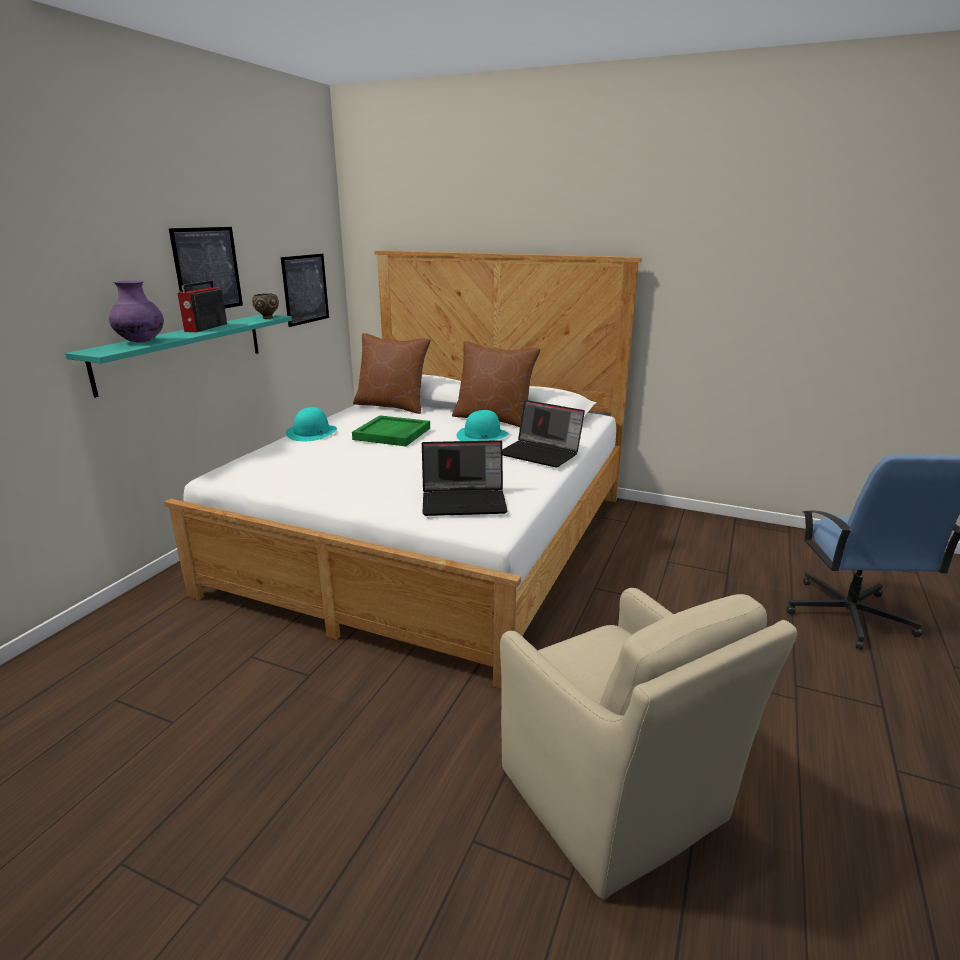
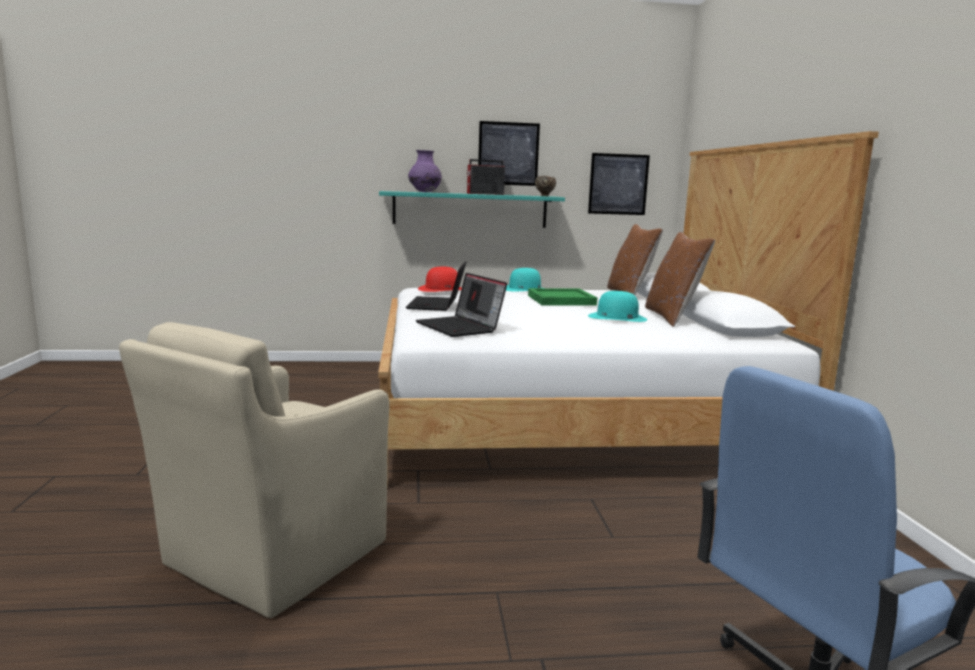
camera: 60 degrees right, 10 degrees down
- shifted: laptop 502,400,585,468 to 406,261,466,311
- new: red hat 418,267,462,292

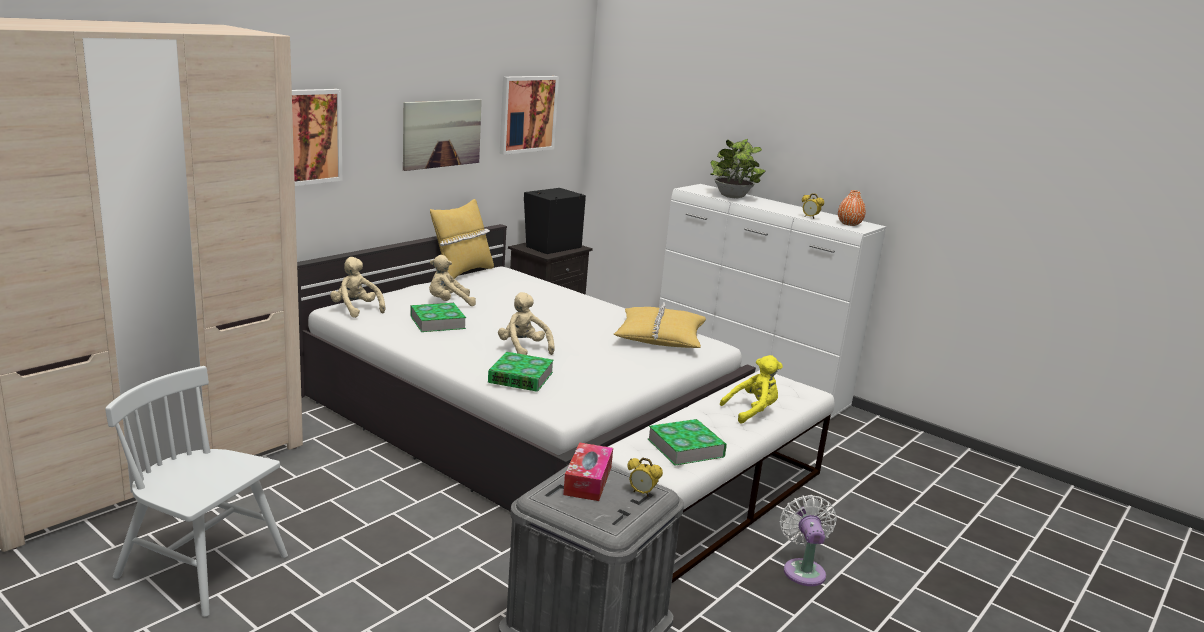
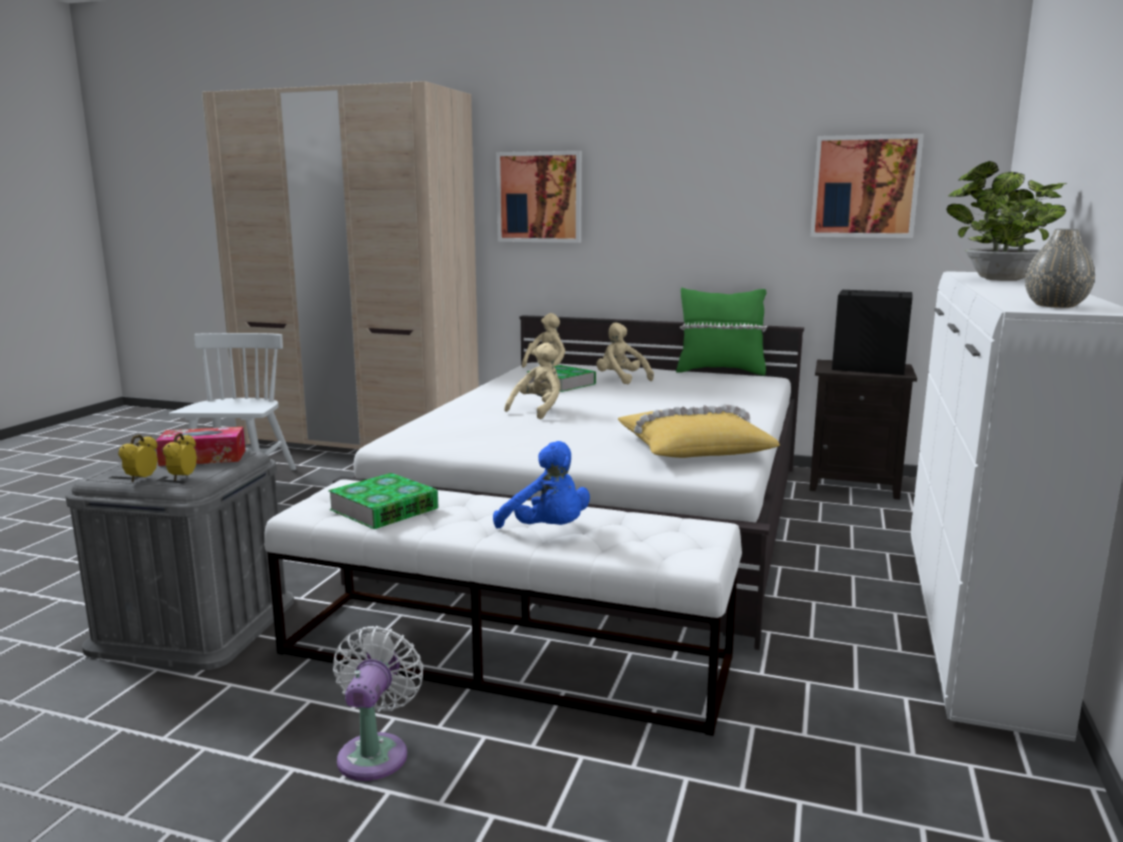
camera: 70 degrees right, 5 degrees down
- shifted: alarm clock 802,193,824,219 to 118,435,158,482
- rotated: white fan 780,495,837,586 = 333,626,423,781 60 degrees counterclockwise
- repainted: yellow plush toy 720,355,783,424 to blue plush toy 493,441,590,528
- repainted: yellow pillow 430,199,494,279 to green pillow 676,288,768,375
- repainted: orange vase 838,190,866,226 to grey vase 1025,229,1095,308
- gone: picture 403,99,482,171
- gone: book 488,352,554,392

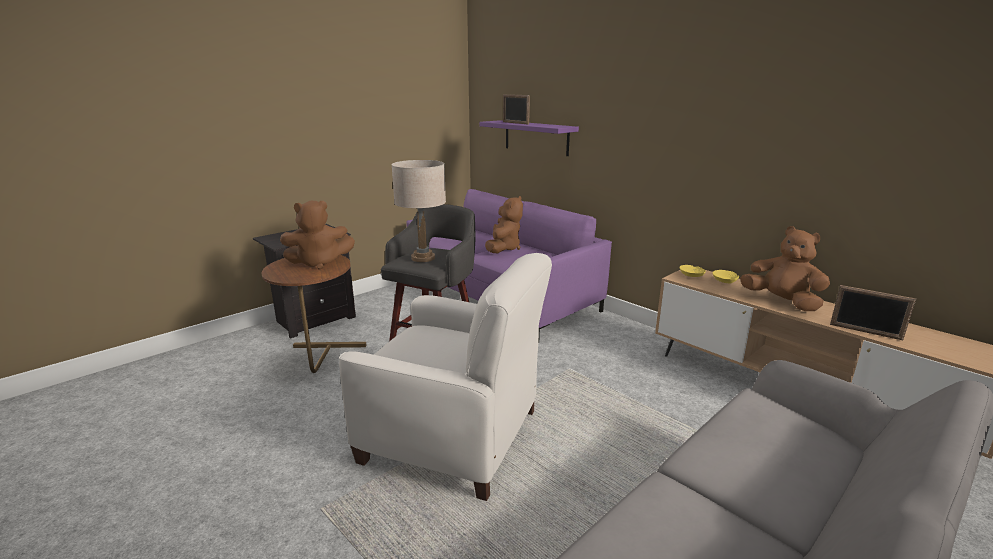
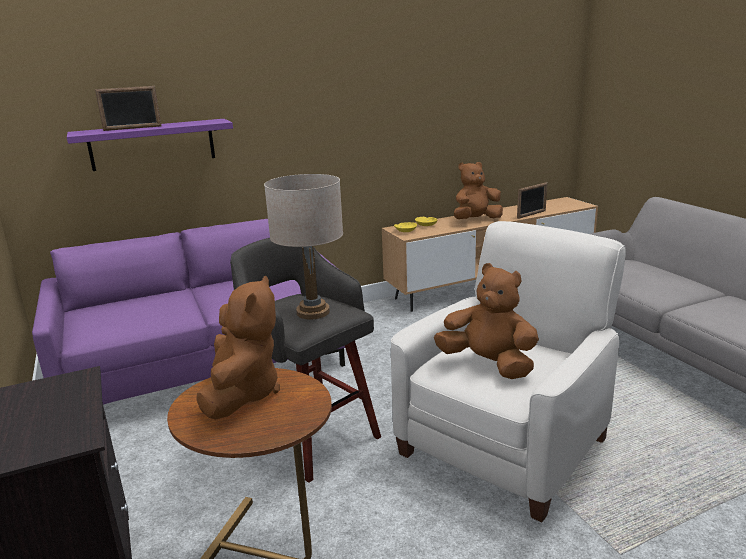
camera: 70 degrees left, 0 degrees up
- shifted: brown plush toy 485,196,523,253 to 434,263,539,379

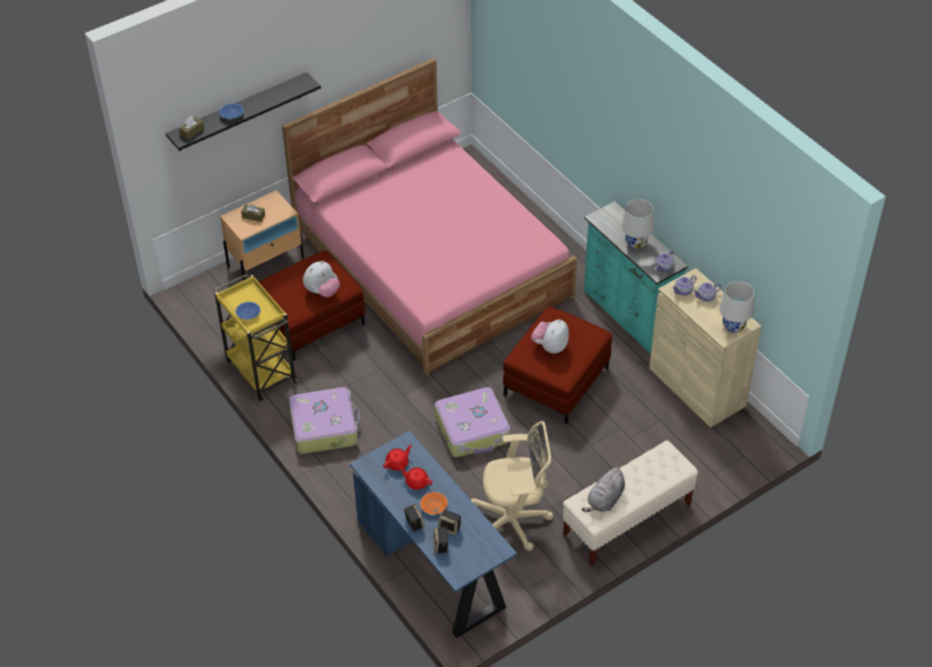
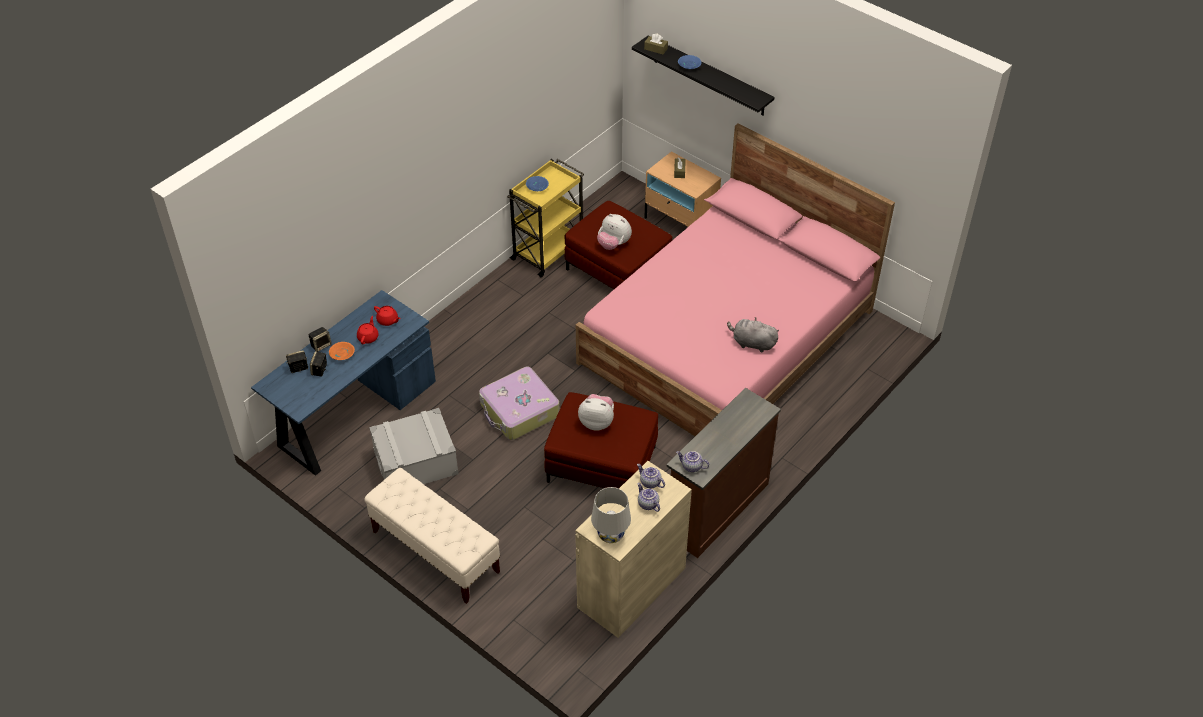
camera: 75 degrees right, 0 degrees up
- swapped: beige office chair 471,421,553,551 to grey storage box 369,408,459,484
- repainted: turquoise dresser 584,201,688,353 to brown dresser 666,388,781,558
- shifted: grey plush toy 582,468,625,512 to 727,317,779,353
- gone: suitcase 289,387,360,454
- gone: white table lamp 621,199,654,249

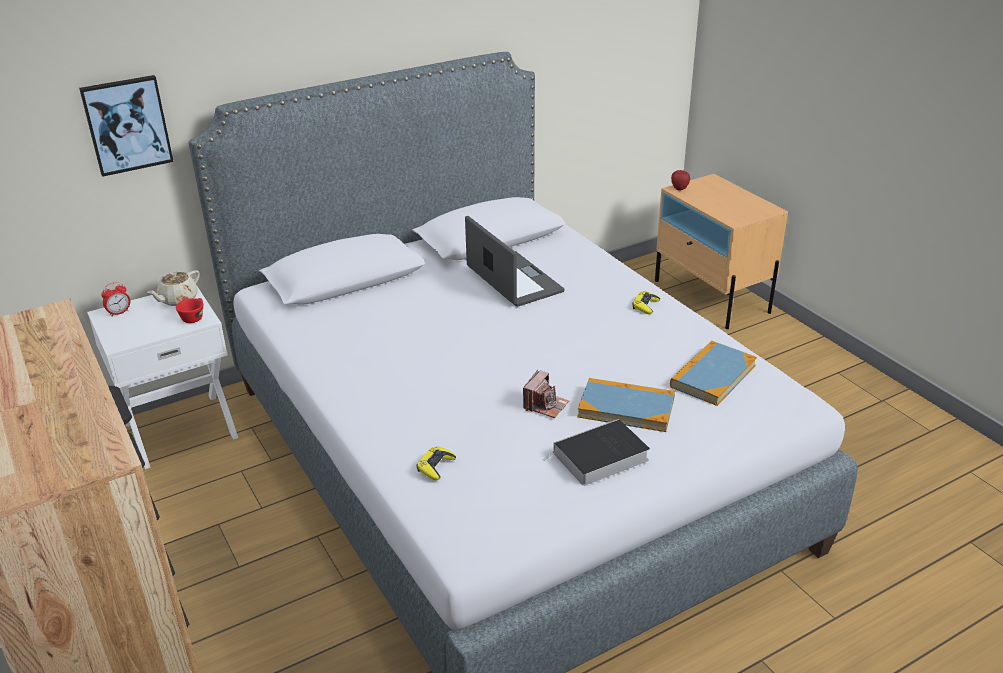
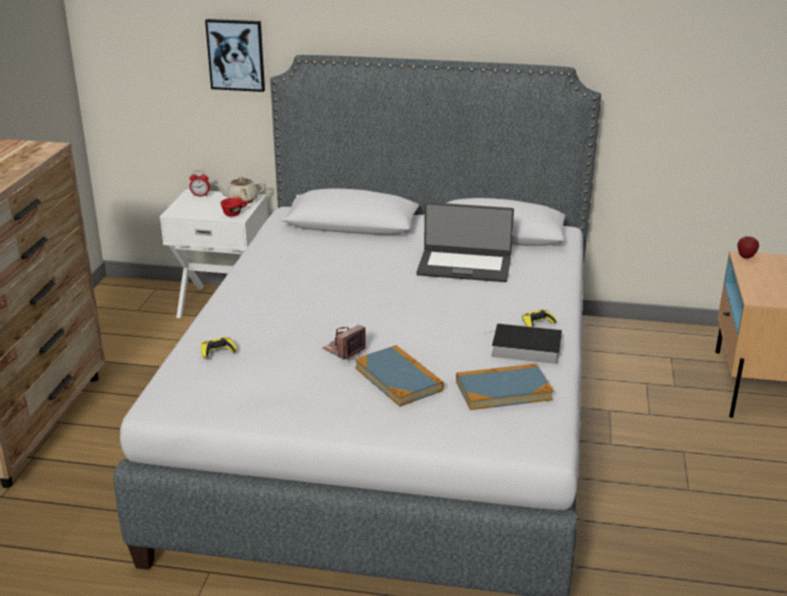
camera: 40 degrees right, 5 degrees down
- rotated: photo camera 523,370,569,418 = 322,324,366,360 150 degrees clockwise
- rotated: laptop 465,216,565,307 = 416,202,514,282 90 degrees clockwise
- shifted: book 543,419,650,486 to 484,323,562,364

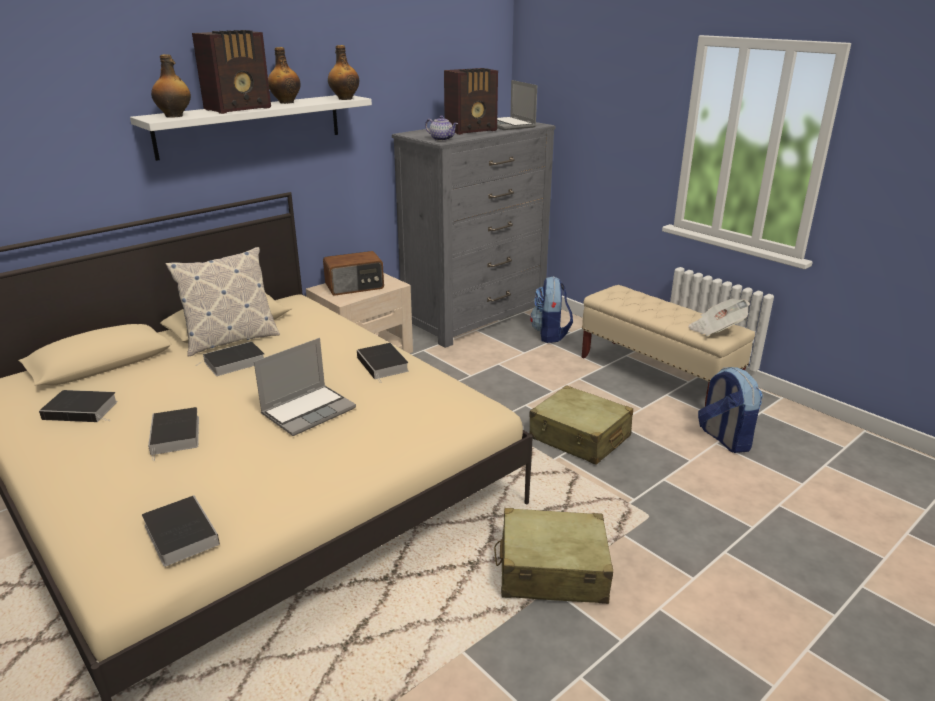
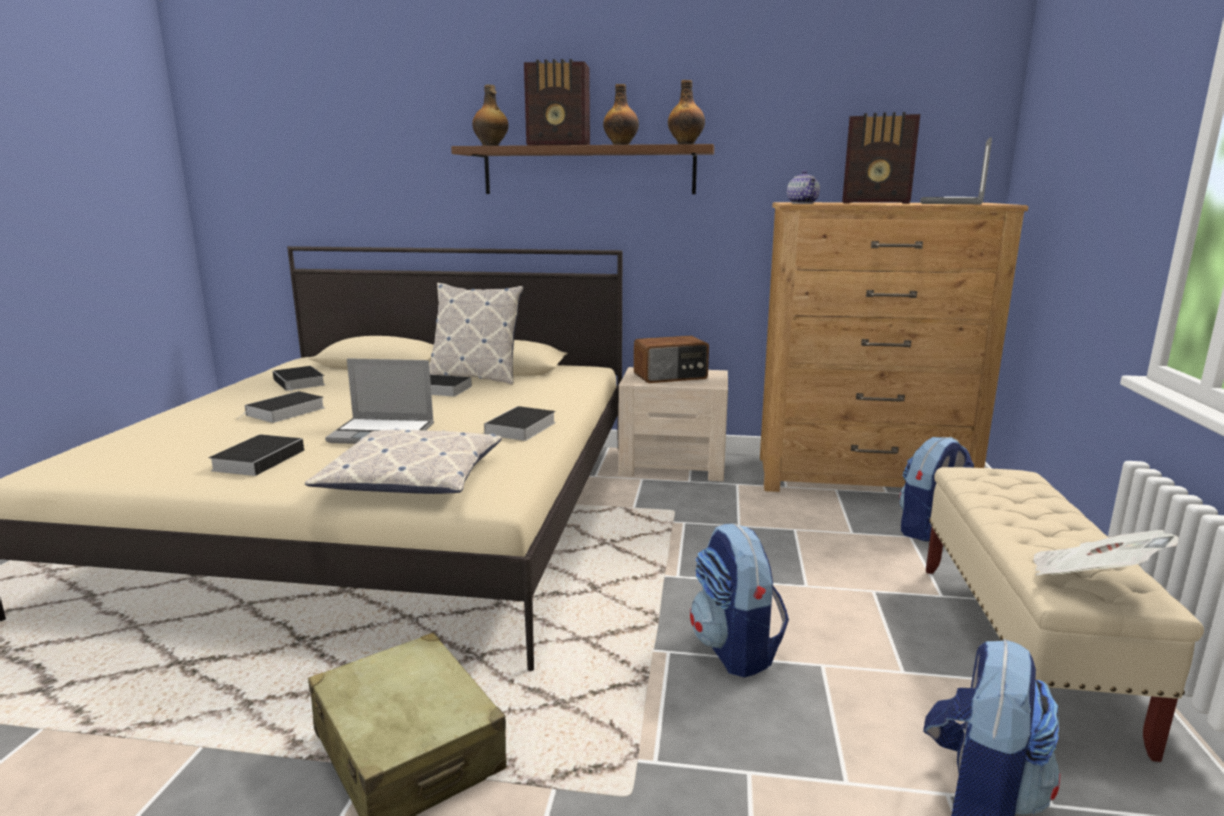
camera: 50 degrees right, 10 degrees down
- shifted: book 142,495,220,567 to 209,435,309,476
- new: pillow 304,429,502,494
- repainted: white shelf 130,95,372,161 to brown shelf 451,144,714,194
- rotated: radio 323,251,384,296 = 634,336,709,383 45 degrees counterclockwise
- swapped: beige suitcase 529,385,633,465 to backpack 690,523,789,678
- repainted: grey dresser 392,122,556,348 to brown dresser 760,202,1028,492

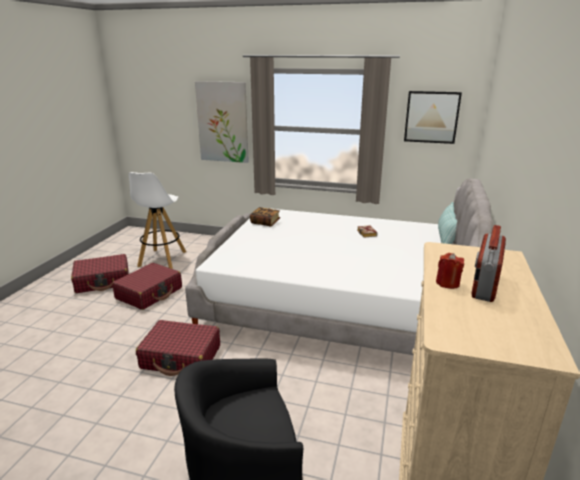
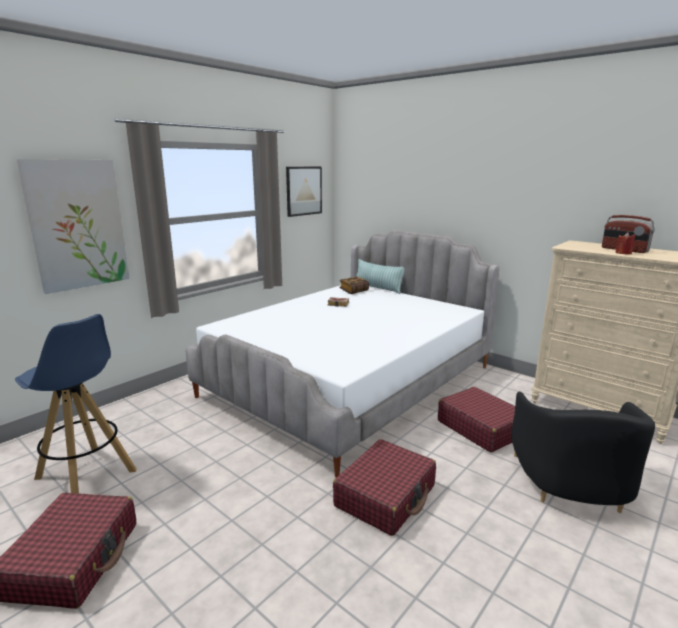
camera: 65 degrees left, 5 degrees down
- repainted: white stool 129,172,186,269 to blue stool 15,314,137,493
- shifted: book 250,207,280,226 to 339,277,369,294
- shifted: red suitcase 112,263,182,310 to 438,387,515,452

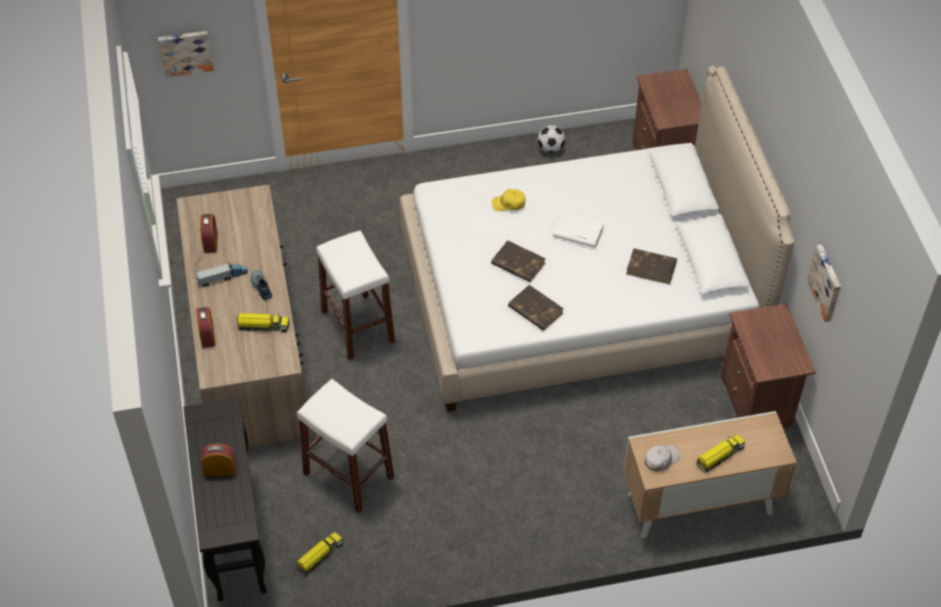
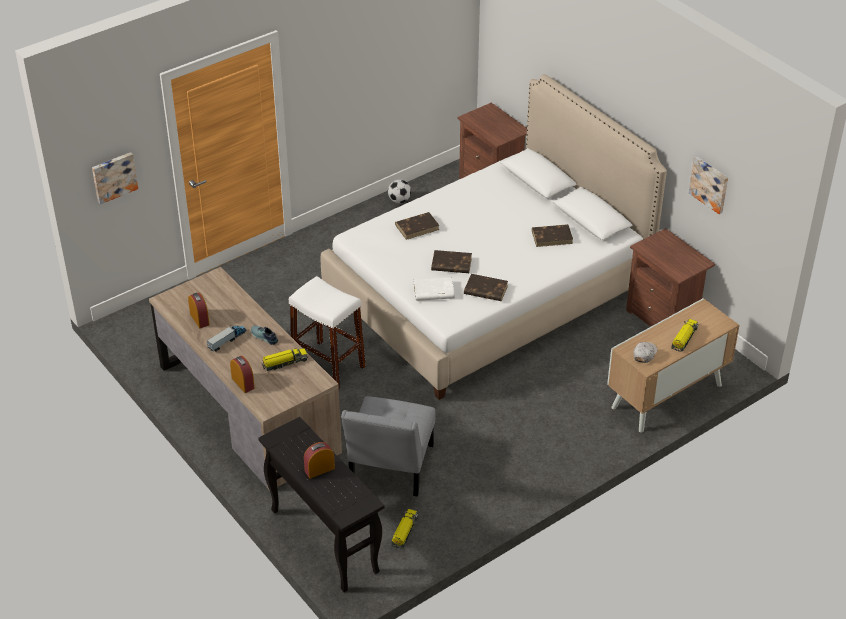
camera: 25 degrees left, 10 degrees down
- swapped: white stool 297,379,395,513 to grey chair 341,396,435,497
- swapped: yellow cap 492,189,526,211 to brown book 395,212,439,240
- shifted: white book 553,211,604,248 to 414,277,455,301

